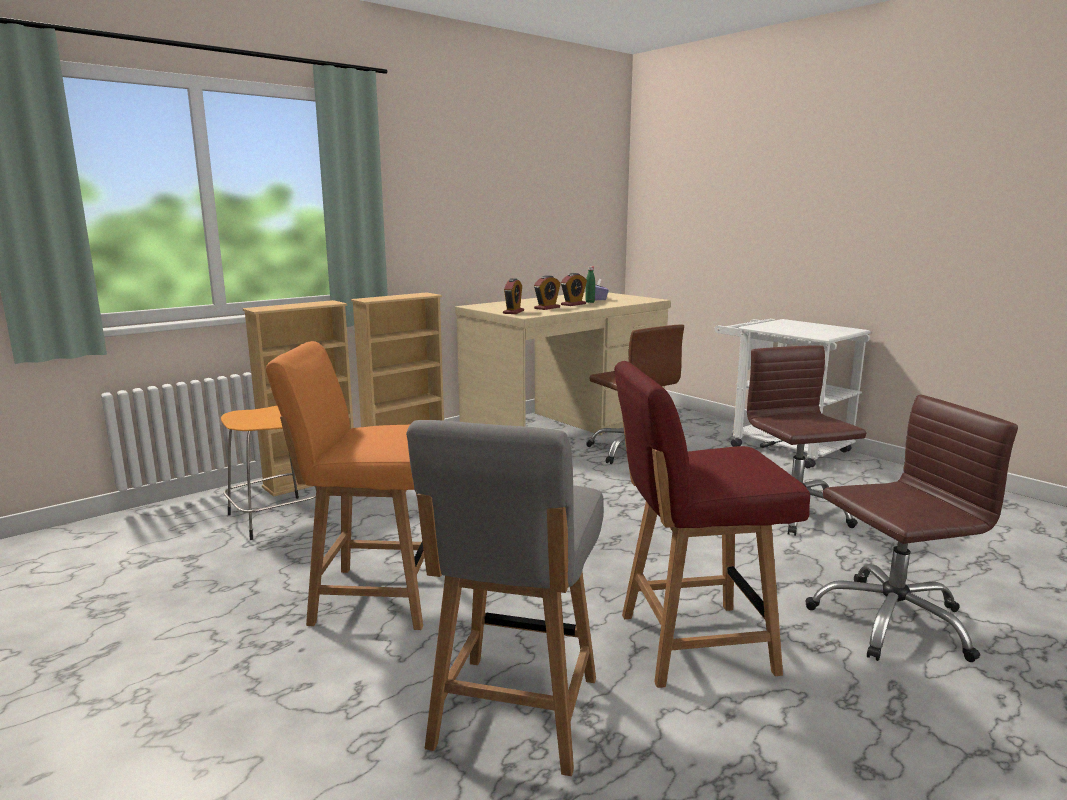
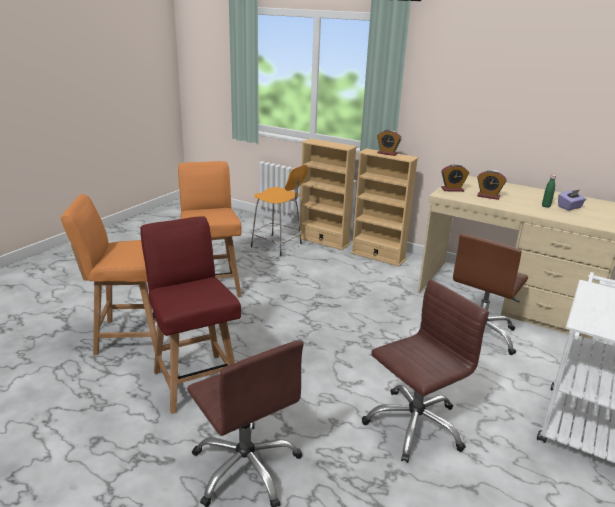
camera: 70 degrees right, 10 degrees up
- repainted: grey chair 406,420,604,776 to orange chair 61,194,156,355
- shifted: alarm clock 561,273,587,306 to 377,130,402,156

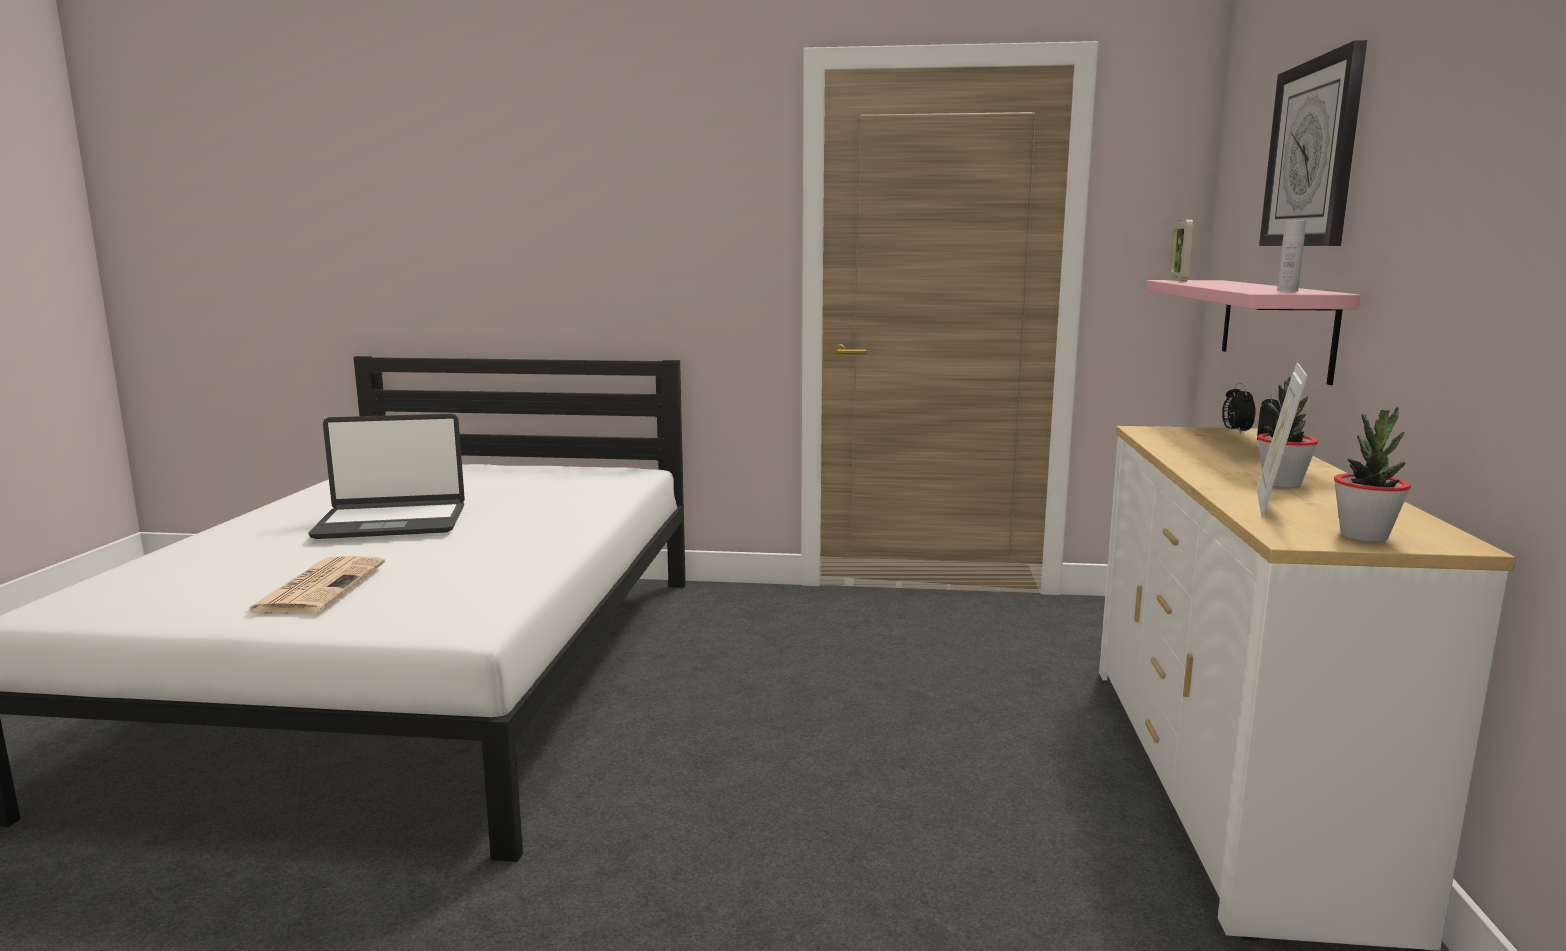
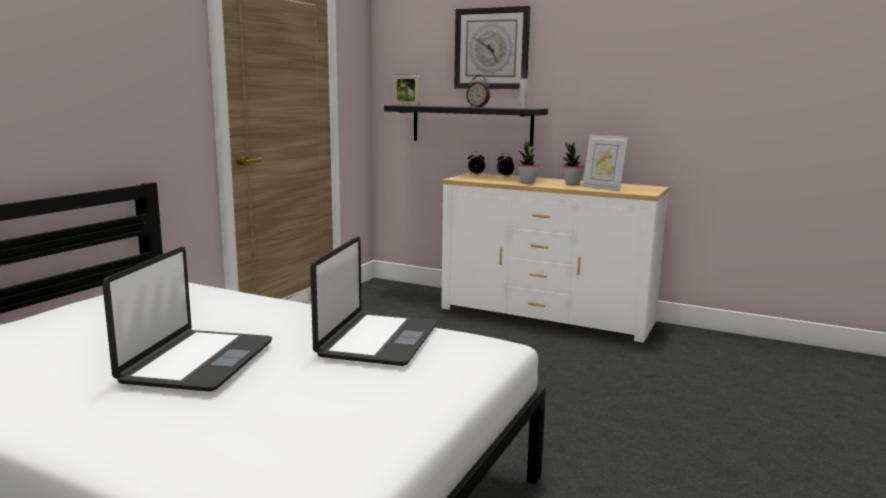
camera: 70 degrees left, 0 degrees up
- new: laptop 310,236,437,366
- repainted: pink shelf 1146,280,1360,385 to black shelf 384,105,548,146
- new: alarm clock 466,75,490,107
- shifted: potted plant 1334,407,1411,542 to 518,141,539,184
- gone: newspaper 244,556,385,614

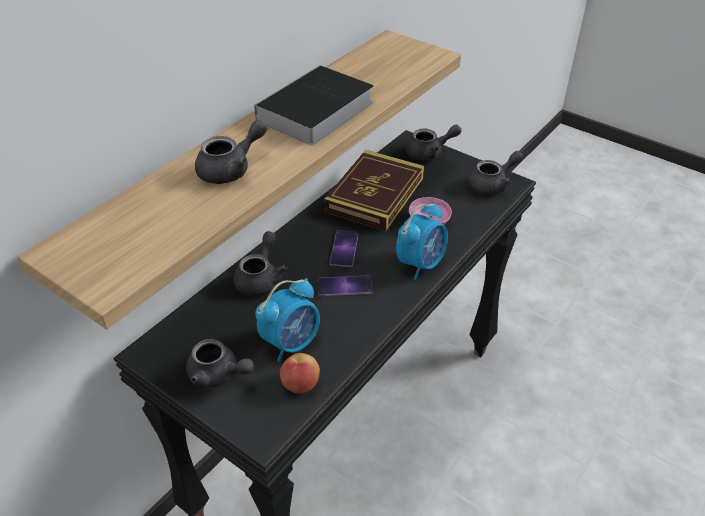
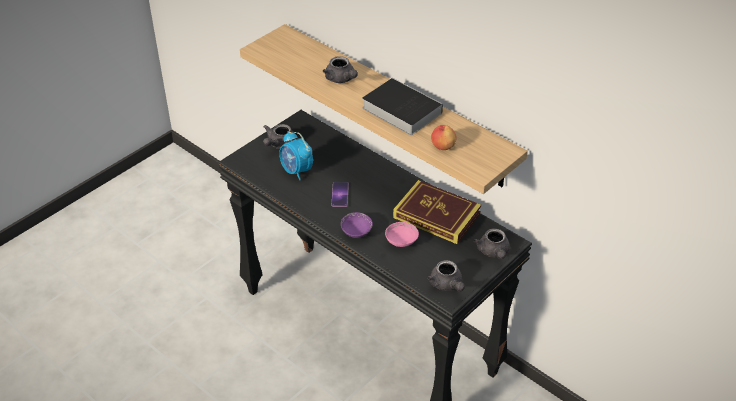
camera: 95 degrees right, 0 degrees up
- swapped: alarm clock 396,203,448,280 to purple bowl 341,212,373,238
- shifted: apple 280,353,320,393 to 431,125,457,150
- gone: grey teapot 233,231,287,296
- gone: phone 329,230,358,267

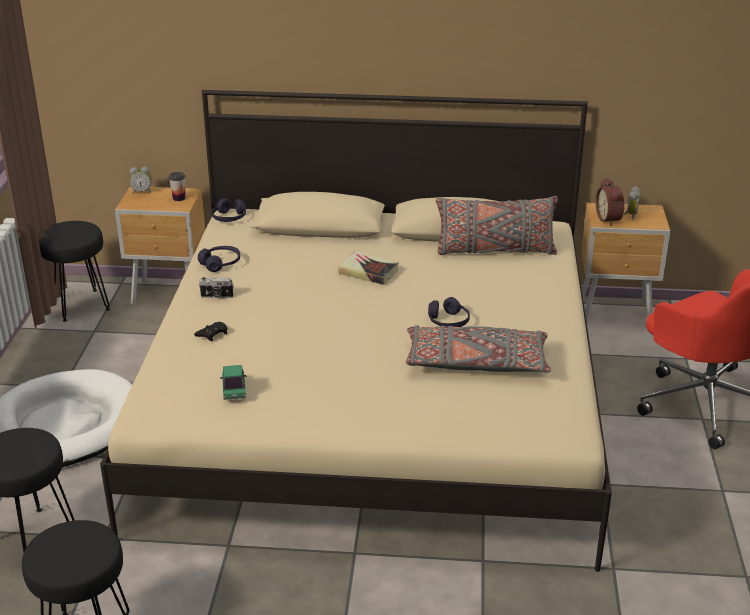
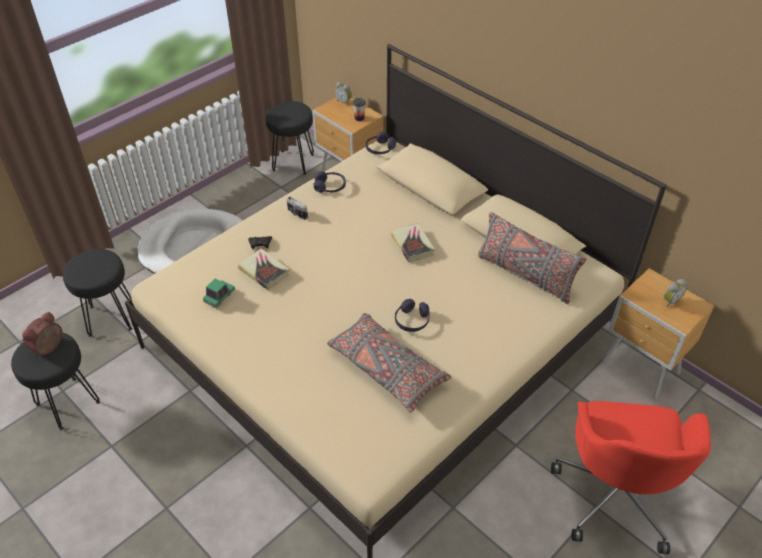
camera: 40 degrees right, 15 degrees up
- shifted: alarm clock 596,178,624,226 to 22,312,63,356
- new: book 238,248,289,290

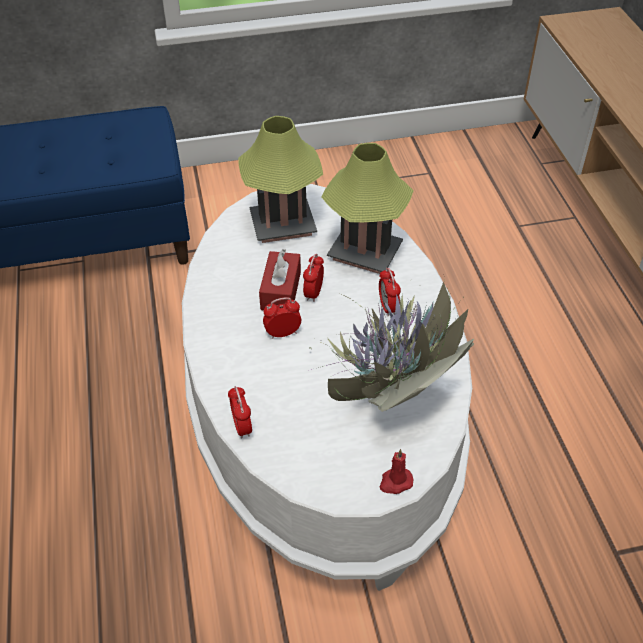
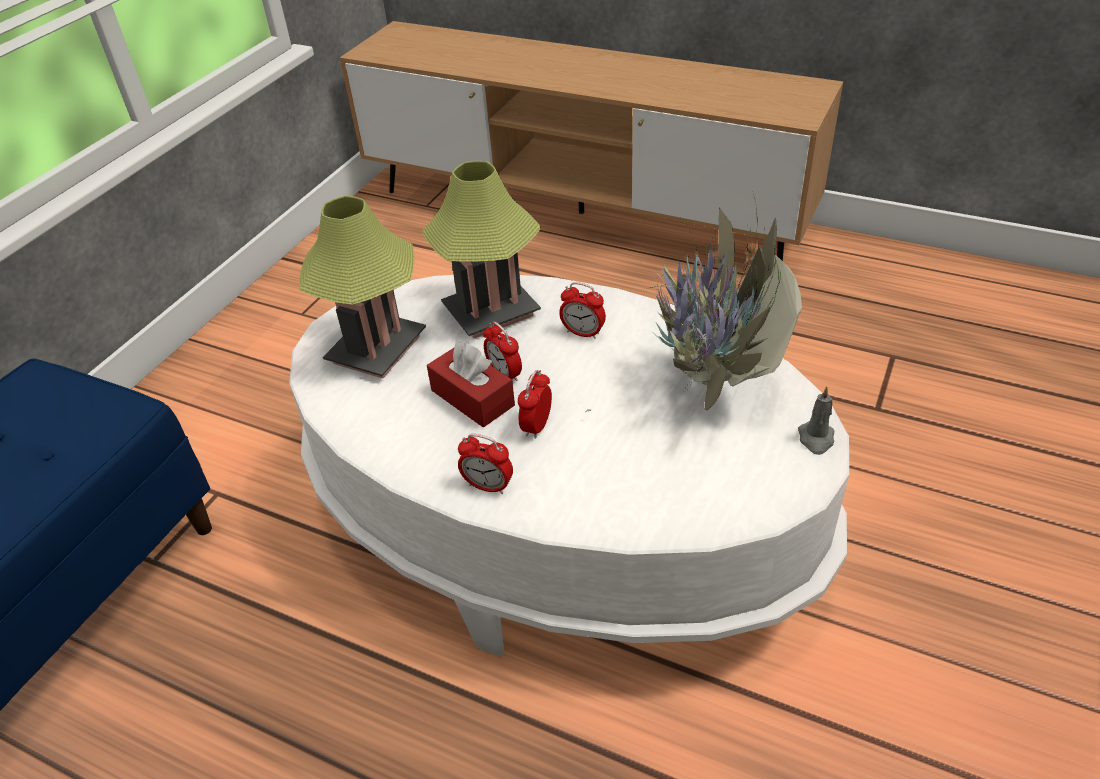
camera: 50 degrees left, 5 degrees down
- shifted: alarm clock 228,386,252,438 to 458,434,513,494
- repainted: red candle 379,449,413,494 to grey candle 798,386,834,455

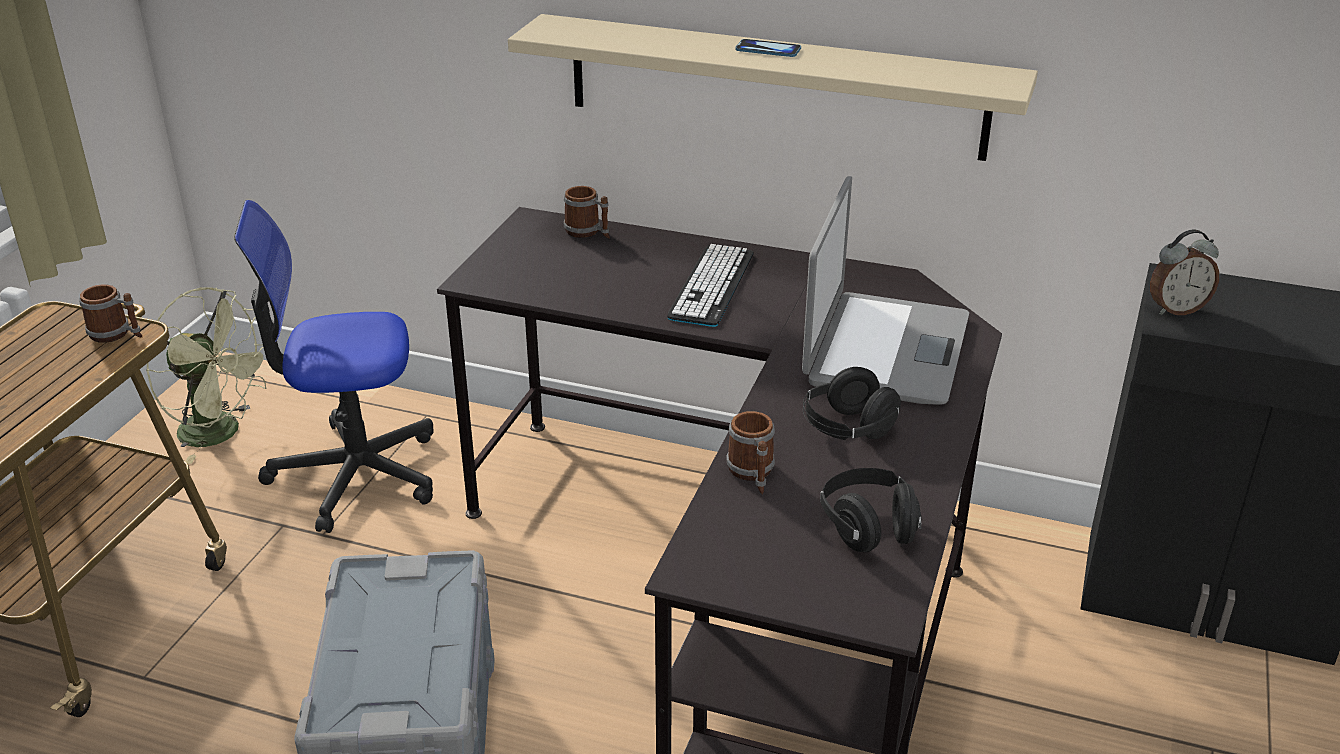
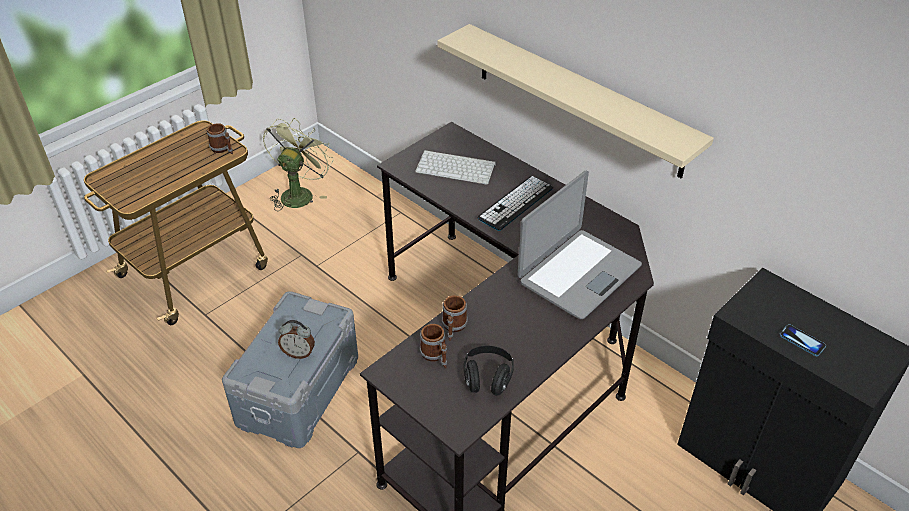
camera: 25 degrees right, 10 degrees up
- rotated: green fan 146,288,266,464 = 263,118,334,211 120 degrees counterclockwise
- shifted: alarm clock 1150,230,1219,315 to 278,320,315,359
- new: keyboard 415,150,496,184
- shifted: mug 564,186,610,238 to 420,324,447,368
- shifted: phone 735,39,801,57 to 779,324,826,356
- gone: office chair 234,200,434,533
- gone: black headphones 803,367,901,440

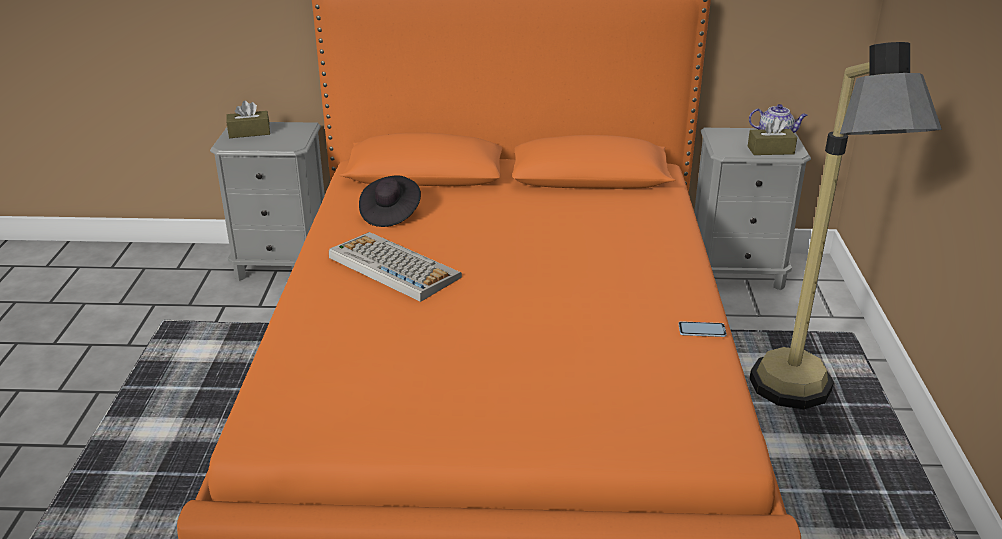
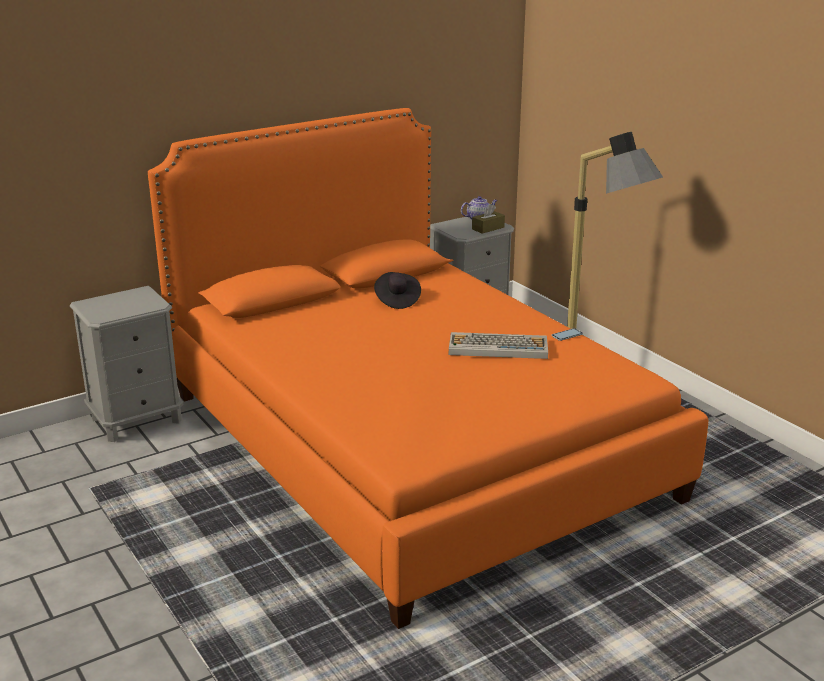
camera: 35 degrees left, 5 degrees down
- shifted: black hat 359,175,421,227 to 374,272,421,309
- shifted: keyboard 329,232,462,302 to 449,332,548,359
- gone: brown tissue box 226,101,270,138

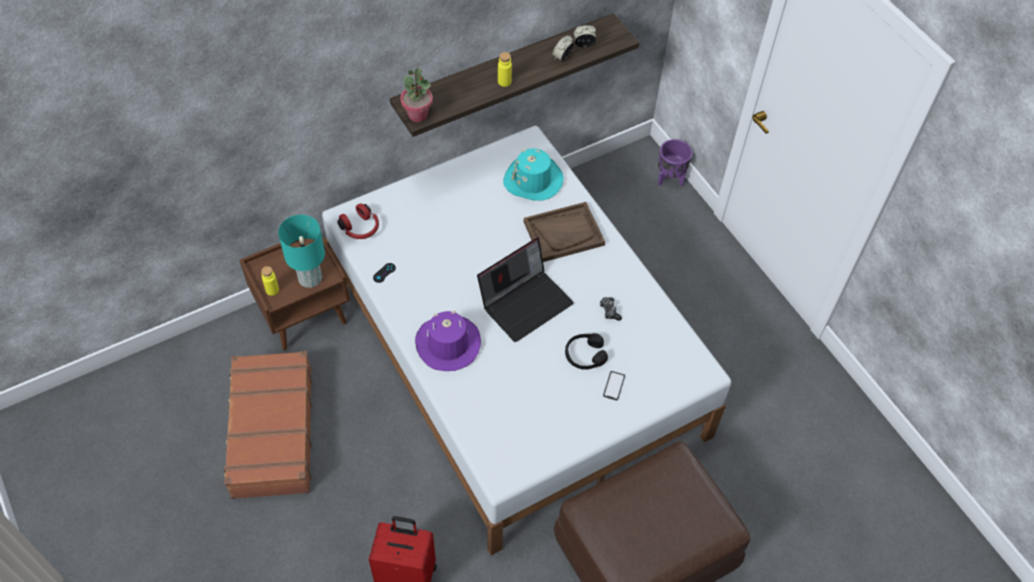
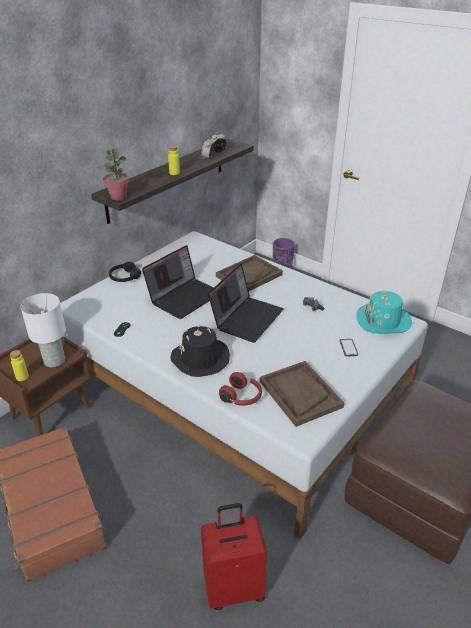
camera: 20 degrees left, 20 degrees down
- repainted: turquoise table lamp 278,215,325,288 to white table lamp 21,293,66,367
- shifted: black headphones 565,333,608,369 to 109,262,141,282
- new: laptop 142,245,213,319
- repainted: purple hat 415,310,481,371 to black hat 171,324,230,377
- shifted: red headphones 337,203,379,239 to 219,372,262,406
- new: brown tray 260,361,344,427
- shifted: turquoise hat 503,148,564,201 to 357,290,412,334

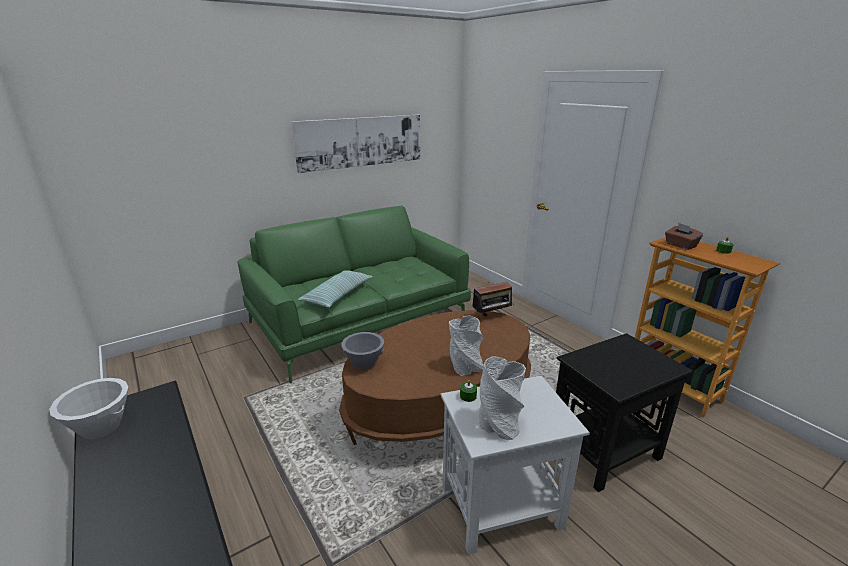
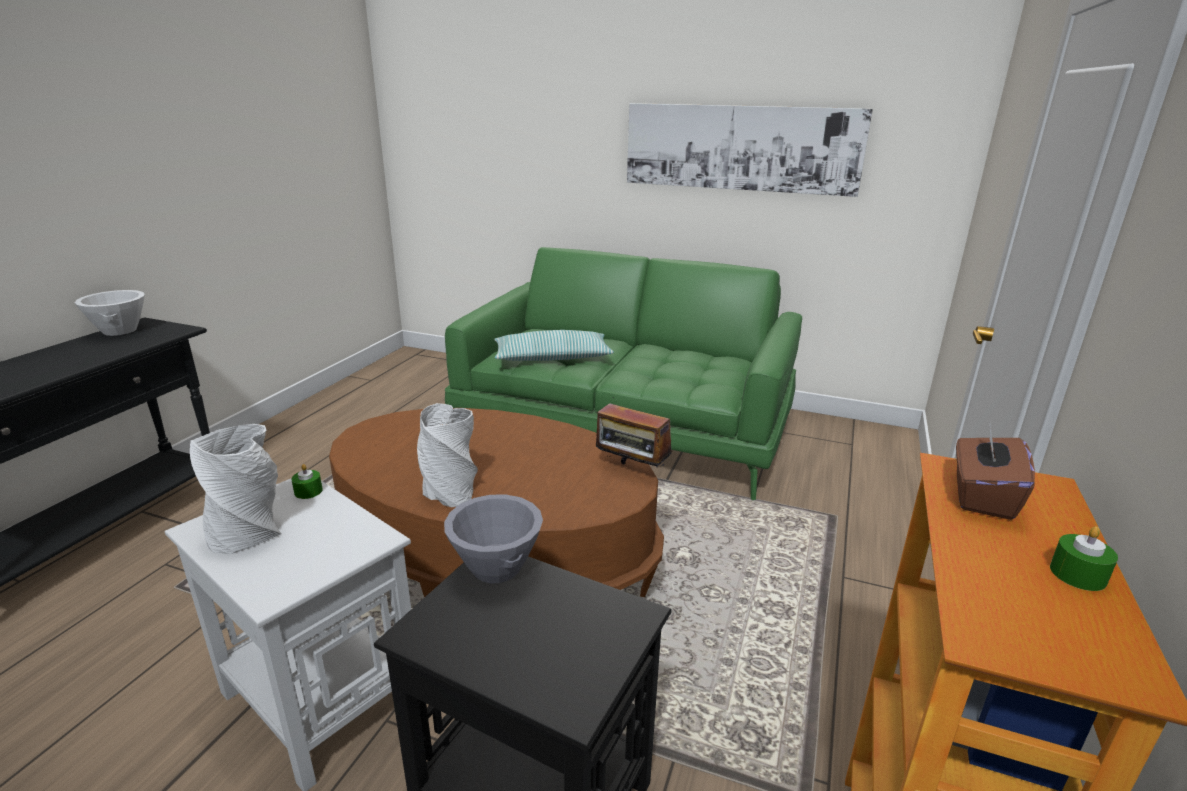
camera: 55 degrees right, 0 degrees up
- shifted: grey bowl 341,332,384,370 to 444,494,543,583

